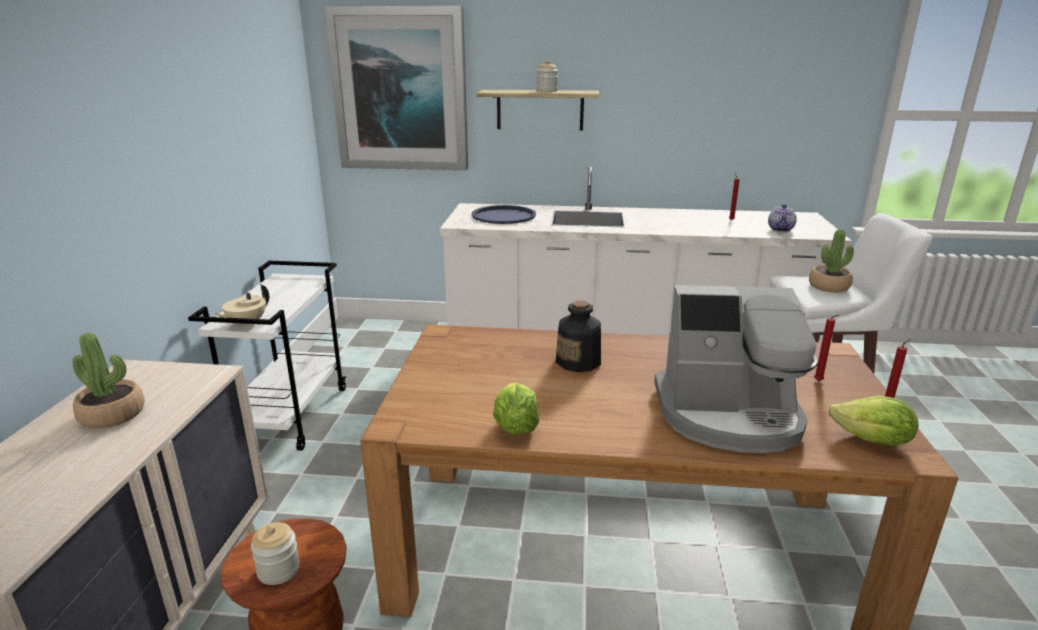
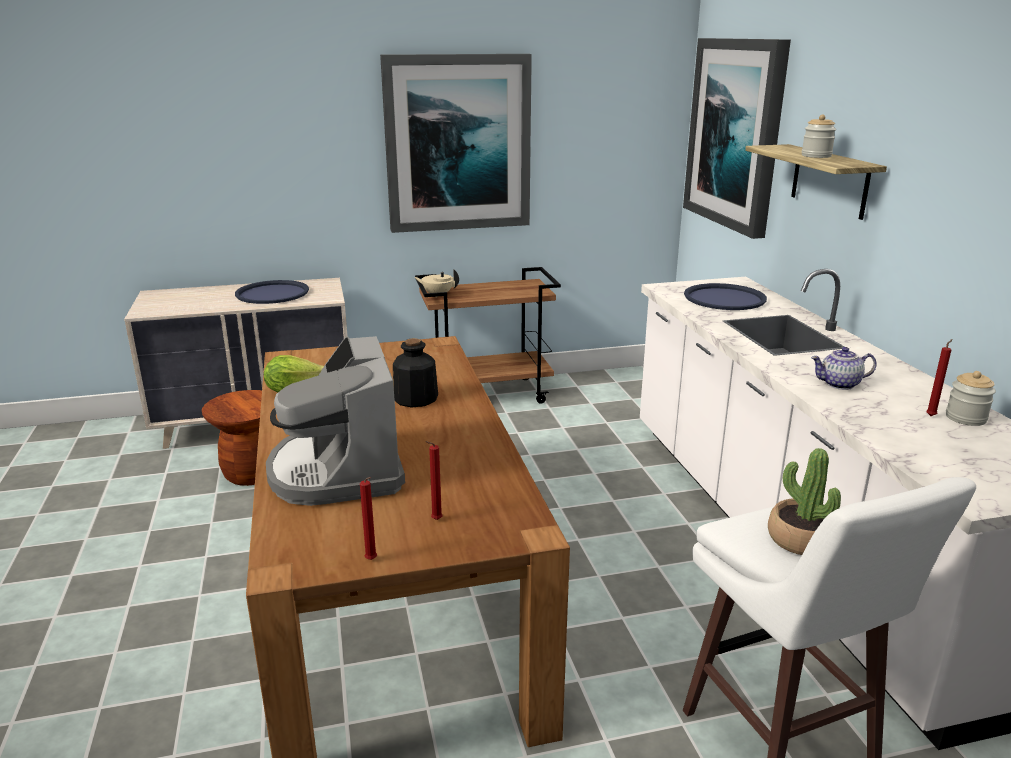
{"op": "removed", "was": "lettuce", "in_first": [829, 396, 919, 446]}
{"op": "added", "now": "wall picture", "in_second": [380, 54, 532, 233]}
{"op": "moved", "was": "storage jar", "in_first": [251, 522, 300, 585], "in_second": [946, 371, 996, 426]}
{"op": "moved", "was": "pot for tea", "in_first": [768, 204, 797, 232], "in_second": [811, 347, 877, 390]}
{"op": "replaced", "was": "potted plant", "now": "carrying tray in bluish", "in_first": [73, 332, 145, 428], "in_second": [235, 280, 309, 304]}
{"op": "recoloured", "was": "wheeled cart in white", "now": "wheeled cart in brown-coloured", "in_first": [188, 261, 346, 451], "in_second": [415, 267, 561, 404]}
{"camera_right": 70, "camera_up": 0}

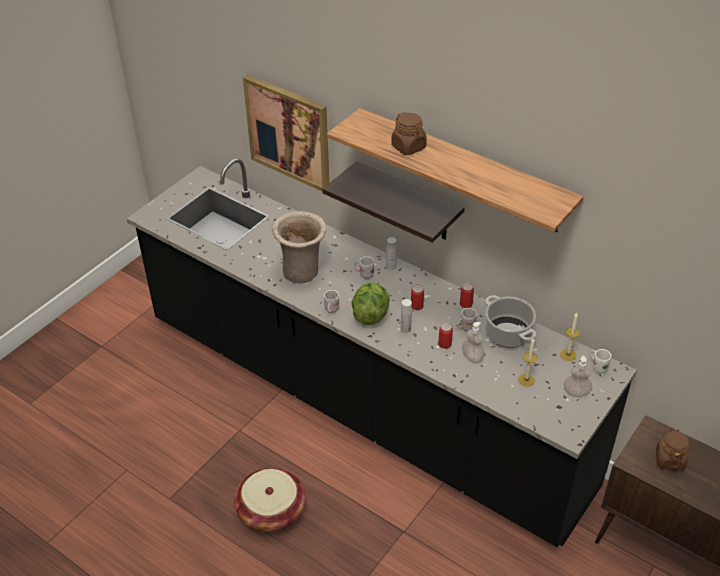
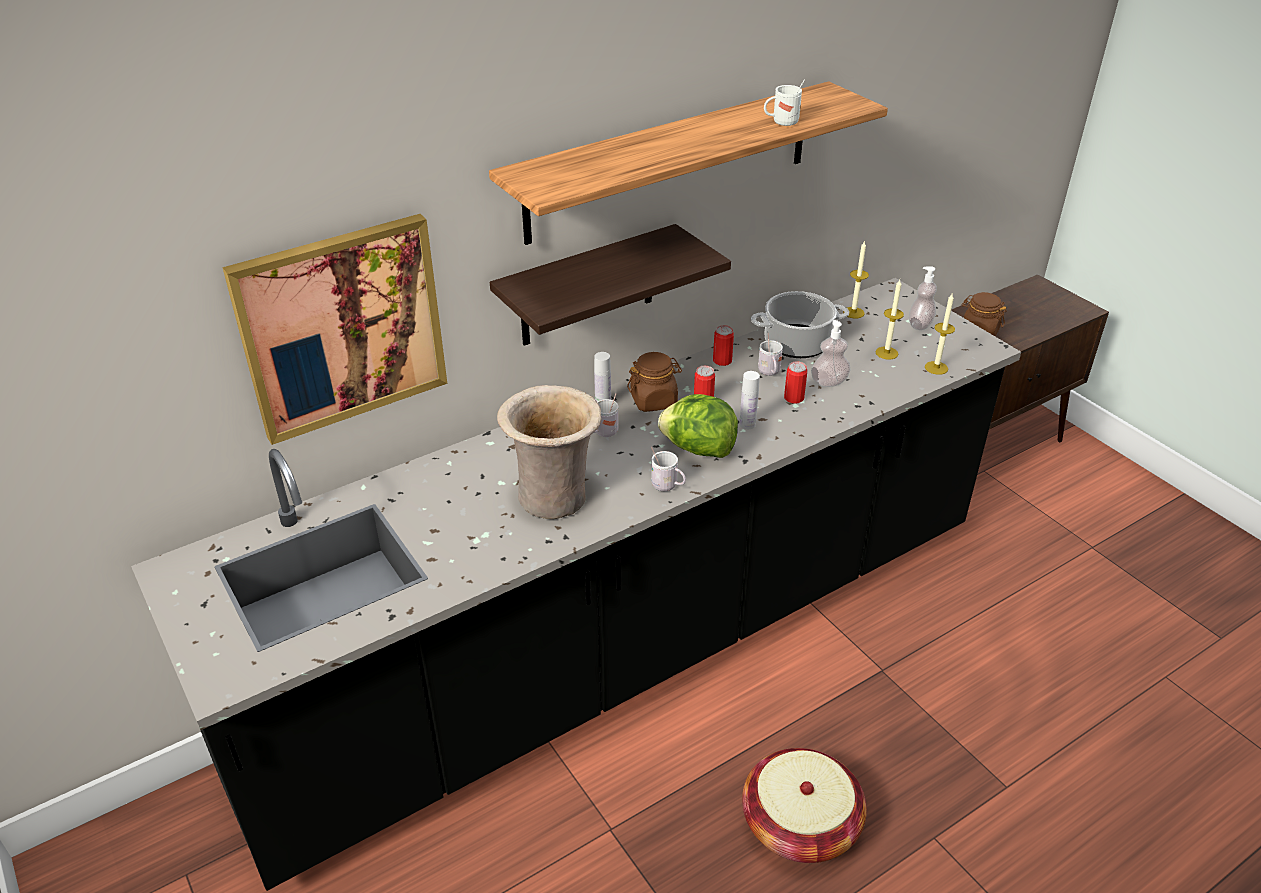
{"op": "added", "now": "candle", "in_second": [925, 294, 955, 375]}
{"op": "moved", "was": "storage jar in brown-coloured", "in_first": [391, 112, 427, 155], "in_second": [627, 352, 682, 412]}
{"op": "moved", "was": "coffee mug in white", "in_first": [591, 349, 611, 373], "in_second": [764, 79, 805, 126]}
{"camera_right": -70, "camera_up": -5}

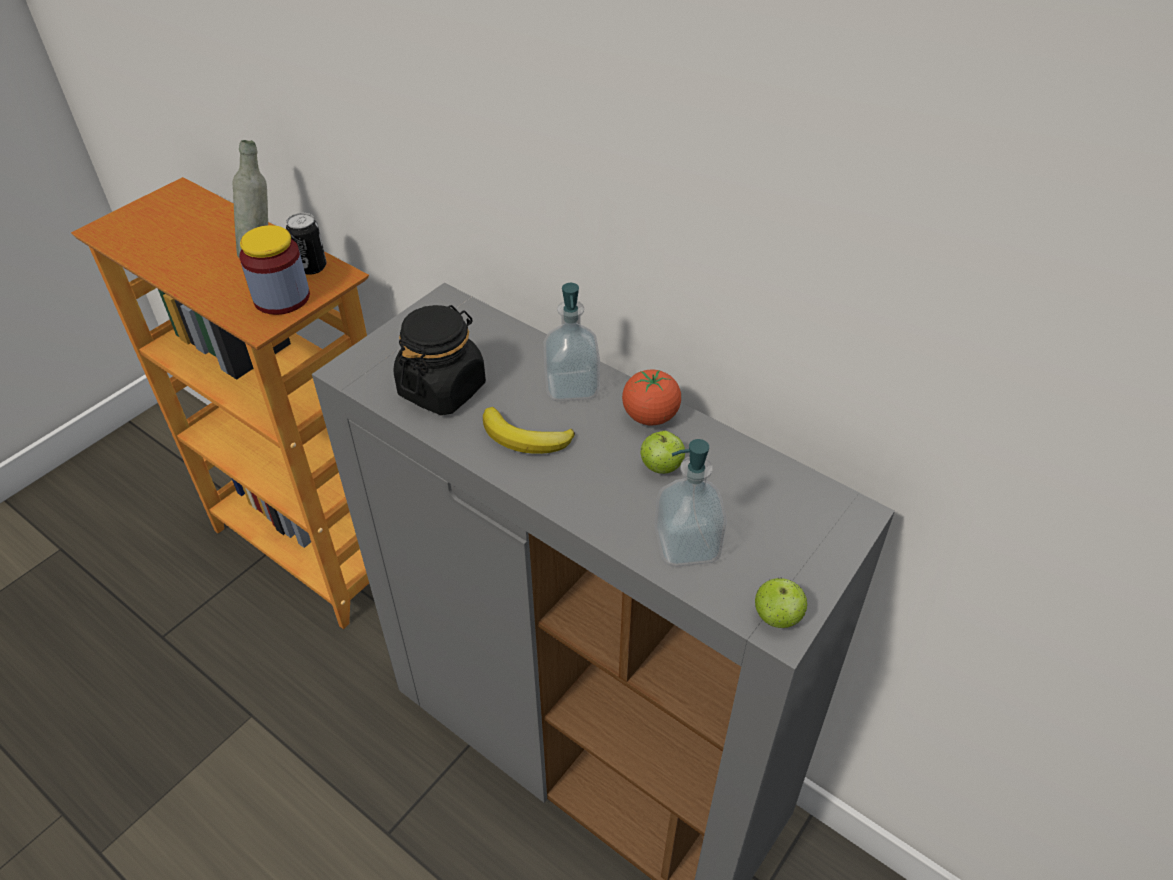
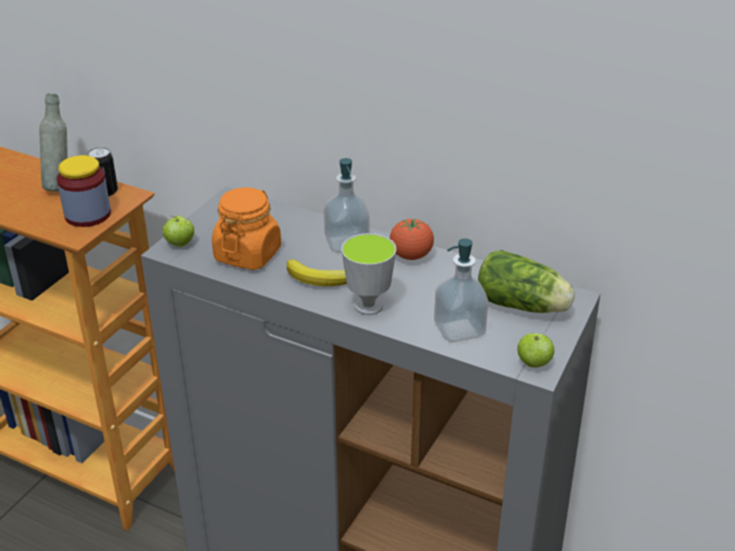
{"op": "added", "now": "cup", "in_second": [341, 233, 396, 315]}
{"op": "added", "now": "lettuce", "in_second": [478, 250, 575, 313]}
{"op": "moved", "was": "apple fruit", "in_first": [641, 431, 685, 474], "in_second": [162, 216, 194, 247]}
{"op": "recoloured", "was": "storage jar in black", "now": "storage jar in orange", "in_first": [394, 305, 486, 415], "in_second": [212, 187, 281, 270]}
{"camera_right": -10, "camera_up": -10}

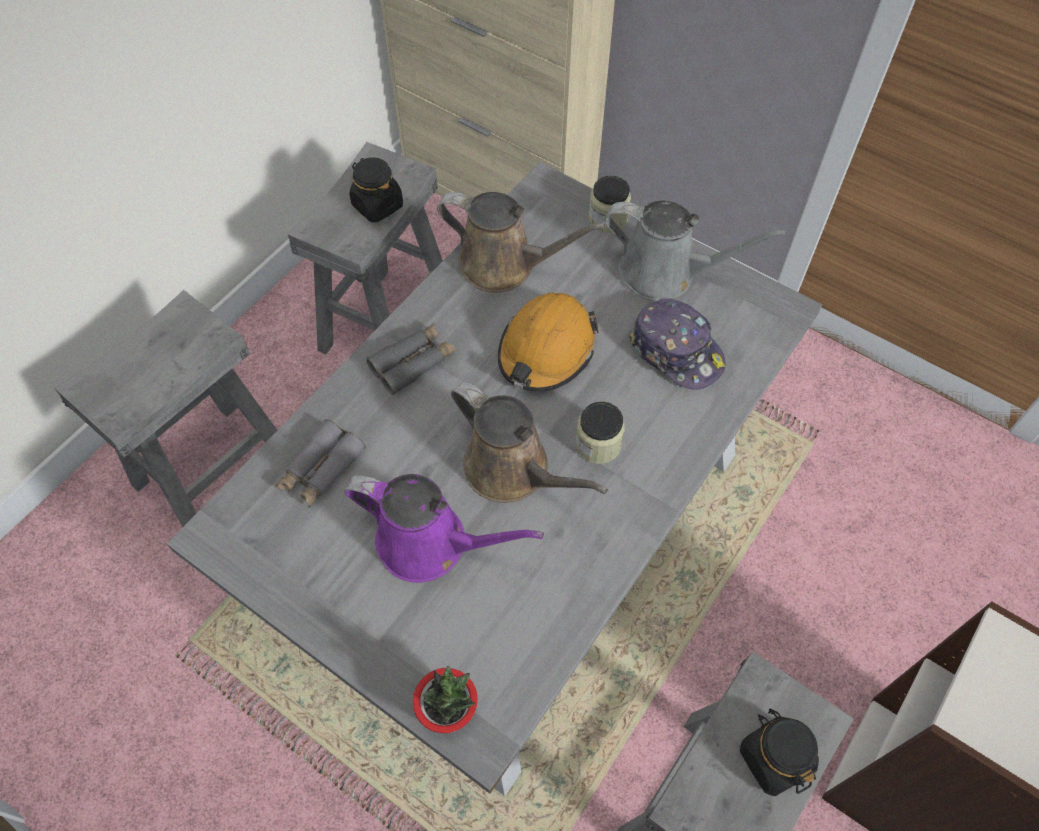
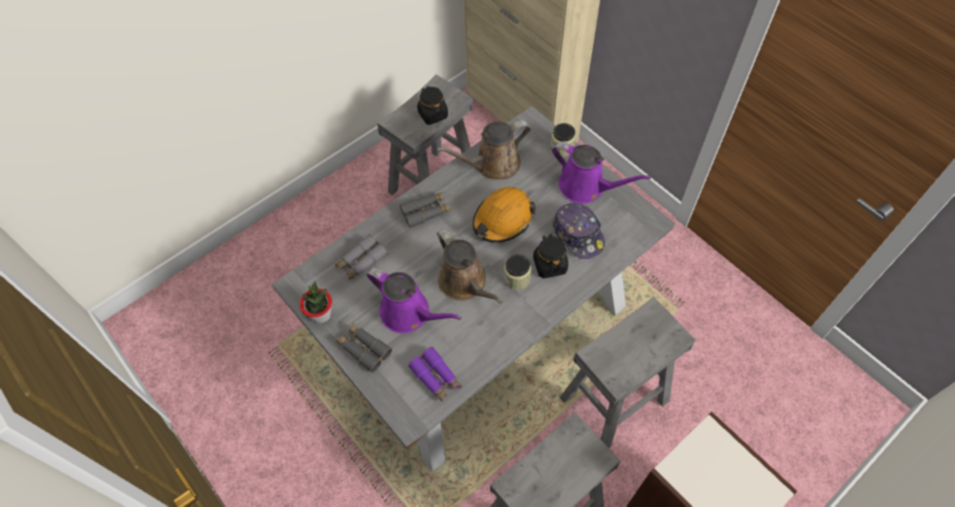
{"op": "added", "now": "pair of binoculars in grey", "in_second": [336, 323, 392, 373]}
{"op": "added", "now": "pair of binoculars in purple-coloured", "in_second": [408, 347, 462, 402]}
{"op": "moved", "was": "stool seat in grey", "in_first": [54, 290, 277, 527], "in_second": [560, 297, 695, 448]}
{"op": "moved", "was": "potted plant", "in_first": [413, 666, 478, 733], "in_second": [300, 282, 332, 323]}
{"op": "moved", "was": "storage jar in black", "in_first": [740, 708, 819, 796], "in_second": [533, 234, 568, 278]}
{"op": "recoloured", "was": "watering can in grey", "now": "watering can in purple-coloured", "in_first": [604, 201, 786, 301], "in_second": [552, 142, 651, 204]}
{"op": "turned", "was": "watering can in brown-coloured", "in_first": [437, 192, 605, 293], "in_second": [436, 120, 530, 179], "clockwise": 120}
{"camera_right": 15, "camera_up": 0}

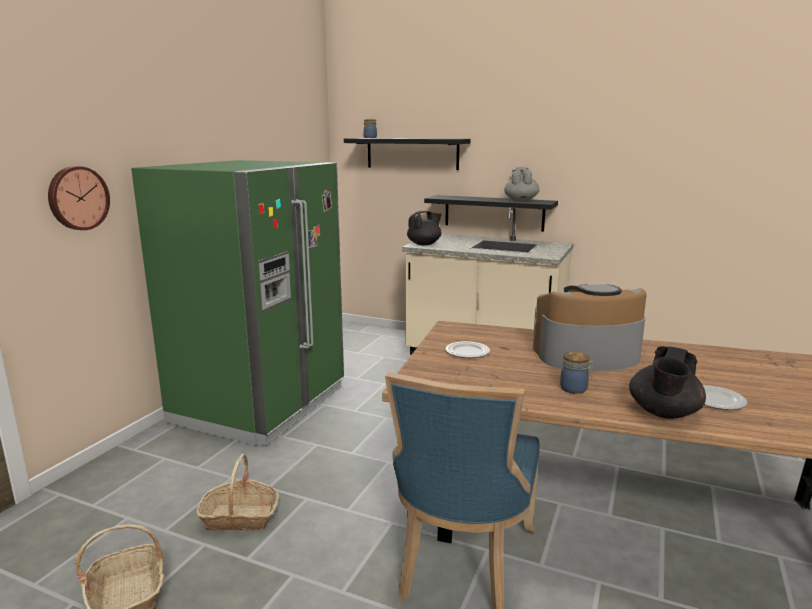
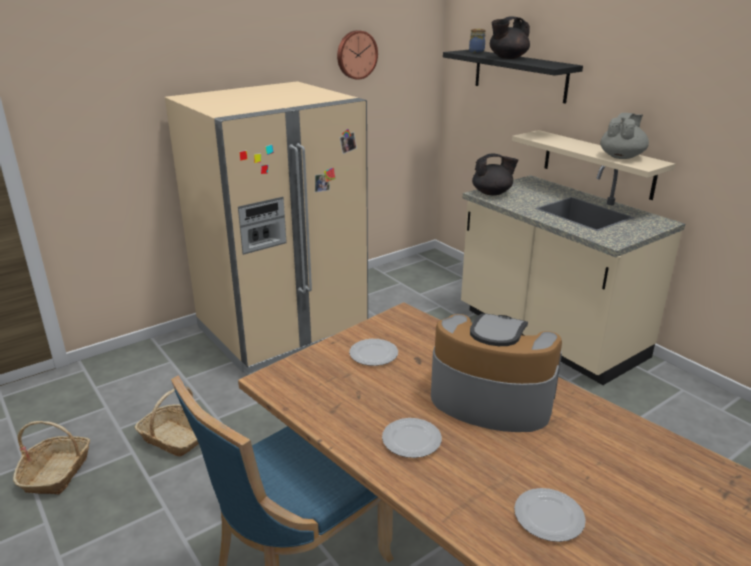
{"op": "moved", "was": "wall clock", "in_first": [48, 166, 110, 230], "in_second": [337, 30, 378, 80]}
{"op": "moved", "was": "pot for tea in black", "in_first": [629, 346, 706, 419], "in_second": [490, 16, 530, 59]}
{"op": "replaced", "was": "storage jar", "now": "flat dish", "in_first": [560, 351, 593, 394], "in_second": [382, 418, 442, 458]}
{"op": "recoloured", "was": "kitchen fridge in green", "now": "kitchen fridge in beige-coloured", "in_first": [131, 160, 344, 446], "in_second": [165, 81, 368, 375]}
{"op": "recoloured", "was": "shelf in black", "now": "shelf in beige-coloured", "in_first": [424, 195, 558, 232], "in_second": [512, 130, 675, 200]}
{"camera_right": 30, "camera_up": 10}

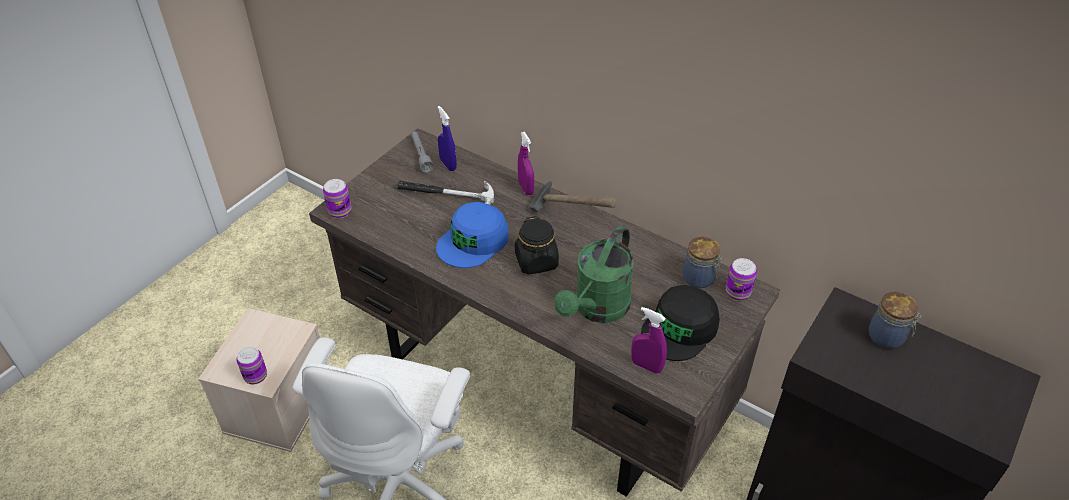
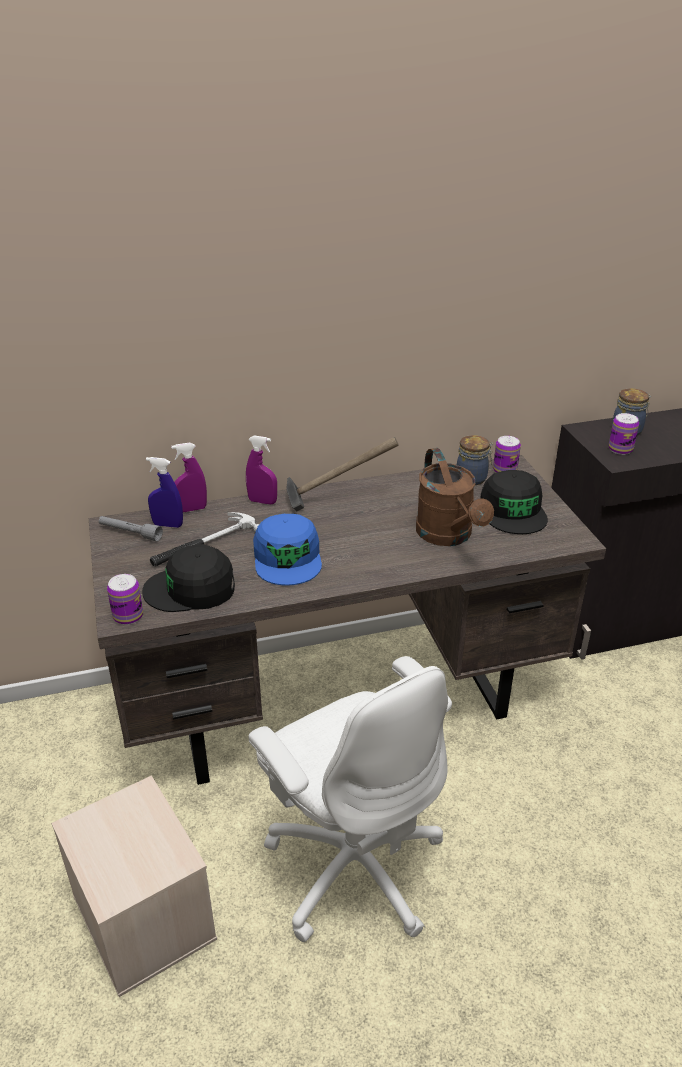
{"op": "removed", "was": "storage jar in black", "in_first": [515, 216, 559, 275]}
{"op": "added", "now": "baseball cap in black", "in_second": [142, 544, 235, 612]}
{"op": "moved", "was": "metal can", "in_first": [236, 347, 267, 384], "in_second": [609, 413, 639, 455]}
{"op": "moved", "was": "sprayer in purple-coloured", "in_first": [631, 307, 667, 374], "in_second": [171, 443, 207, 512]}
{"op": "recoloured", "was": "watering can in green", "now": "watering can in brown-coloured", "in_first": [554, 226, 634, 323], "in_second": [416, 448, 494, 546]}
{"camera_right": -50, "camera_up": -10}

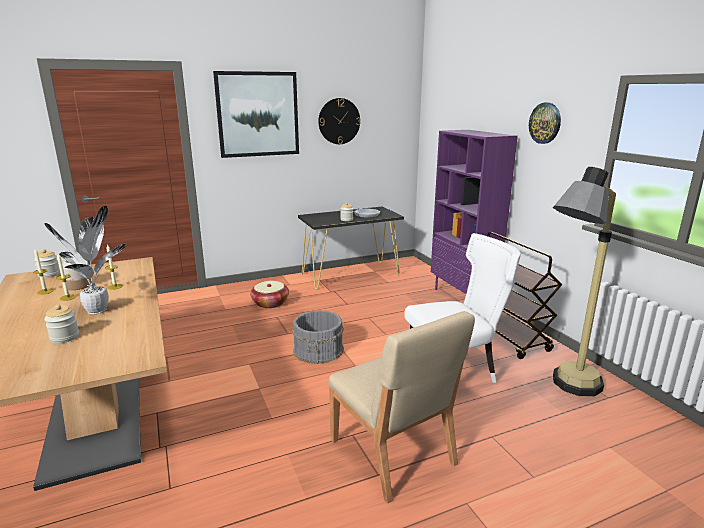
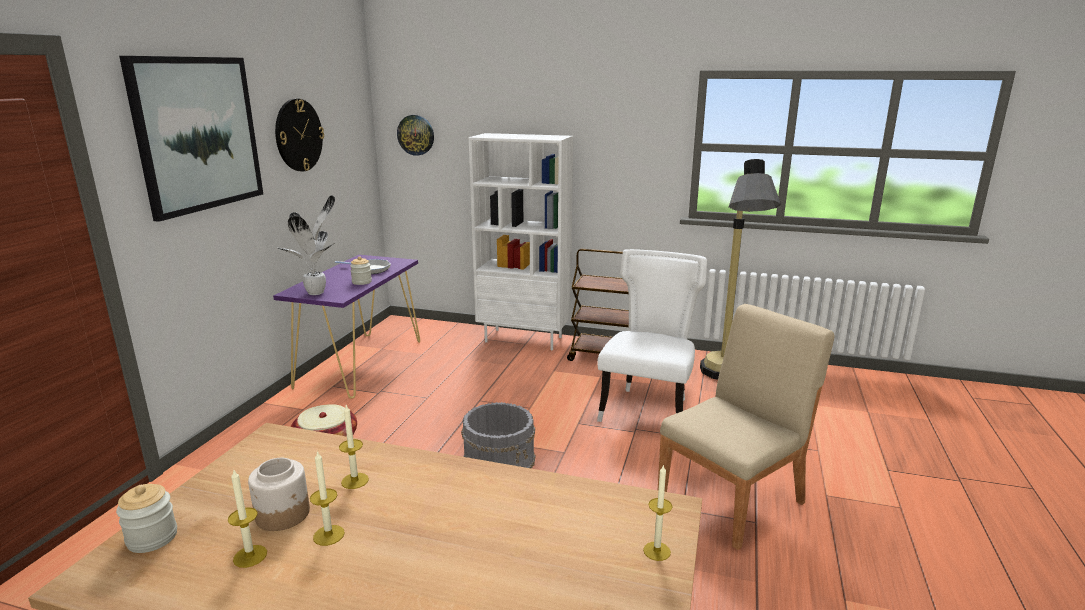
{"op": "removed", "was": "storage jar", "in_first": [44, 305, 79, 343]}
{"op": "added", "now": "candle", "in_second": [643, 464, 672, 561]}
{"op": "moved", "was": "potted plant", "in_first": [45, 206, 126, 314], "in_second": [279, 195, 335, 295]}
{"op": "moved", "was": "wall clock", "in_first": [529, 103, 561, 144], "in_second": [397, 115, 434, 156]}
{"op": "recoloured", "was": "narrow table in black", "now": "narrow table in purple-coloured", "in_first": [298, 206, 404, 289], "in_second": [273, 255, 420, 399]}
{"op": "recoloured", "was": "bookcase in purple-coloured", "now": "bookcase in white", "in_first": [431, 130, 518, 294], "in_second": [468, 133, 573, 350]}
{"op": "turned", "was": "chair in beige-coloured", "in_first": [328, 311, 475, 504], "in_second": [658, 304, 834, 550], "clockwise": -45}
{"camera_right": -50, "camera_up": 0}

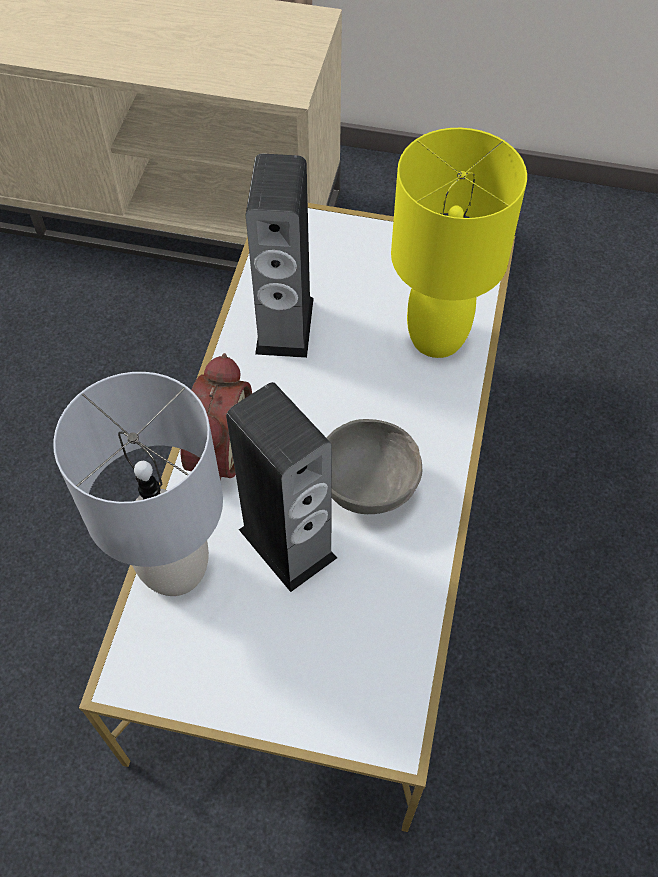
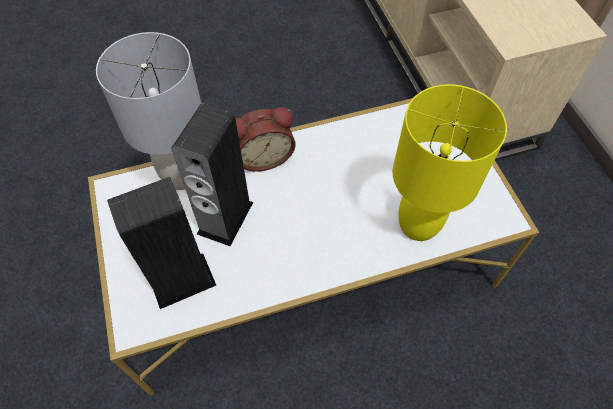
{"op": "removed", "was": "serving bowl in grey", "in_first": [327, 419, 422, 514]}
{"op": "moved", "was": "loudspeaker", "in_first": [246, 154, 314, 358], "in_second": [107, 177, 216, 309]}
{"camera_right": 60, "camera_up": 0}

